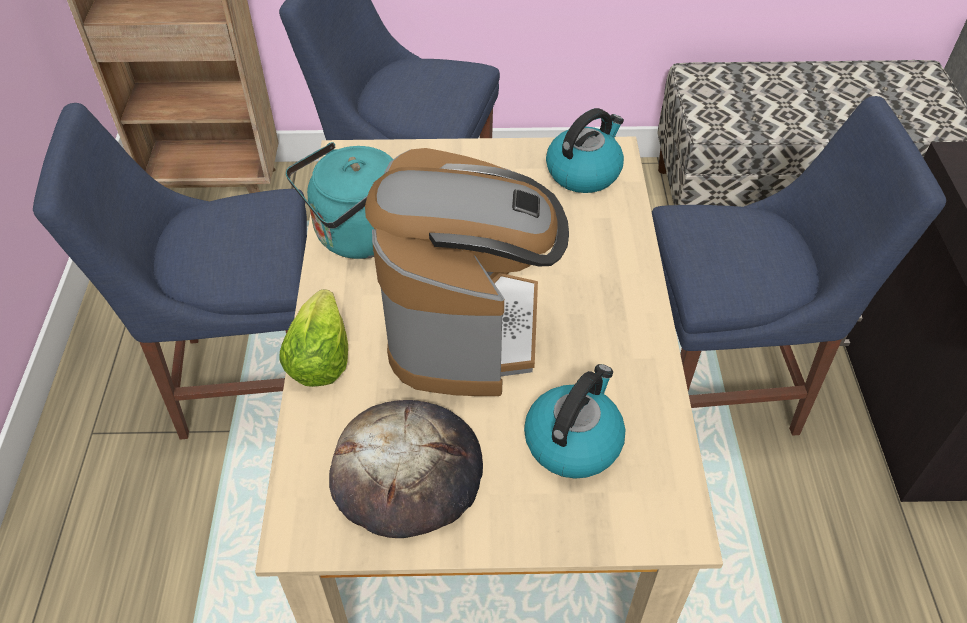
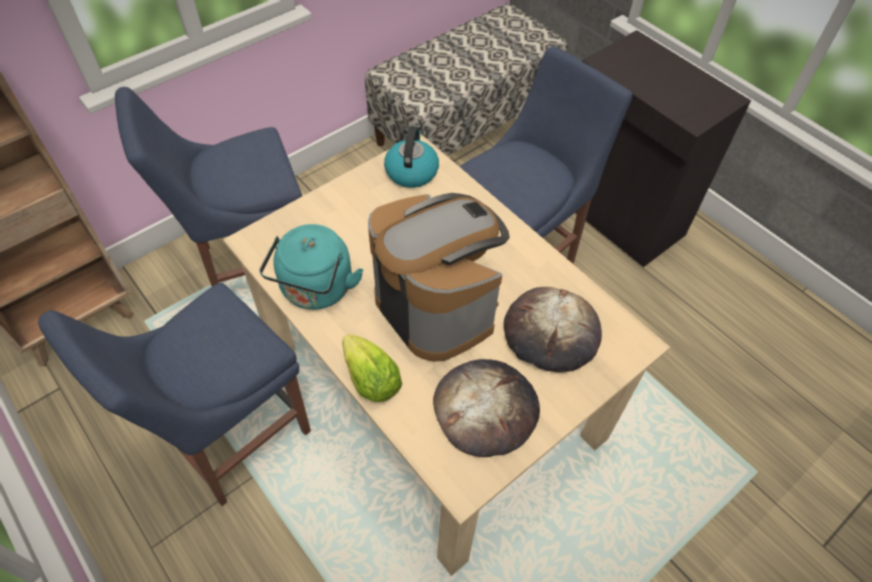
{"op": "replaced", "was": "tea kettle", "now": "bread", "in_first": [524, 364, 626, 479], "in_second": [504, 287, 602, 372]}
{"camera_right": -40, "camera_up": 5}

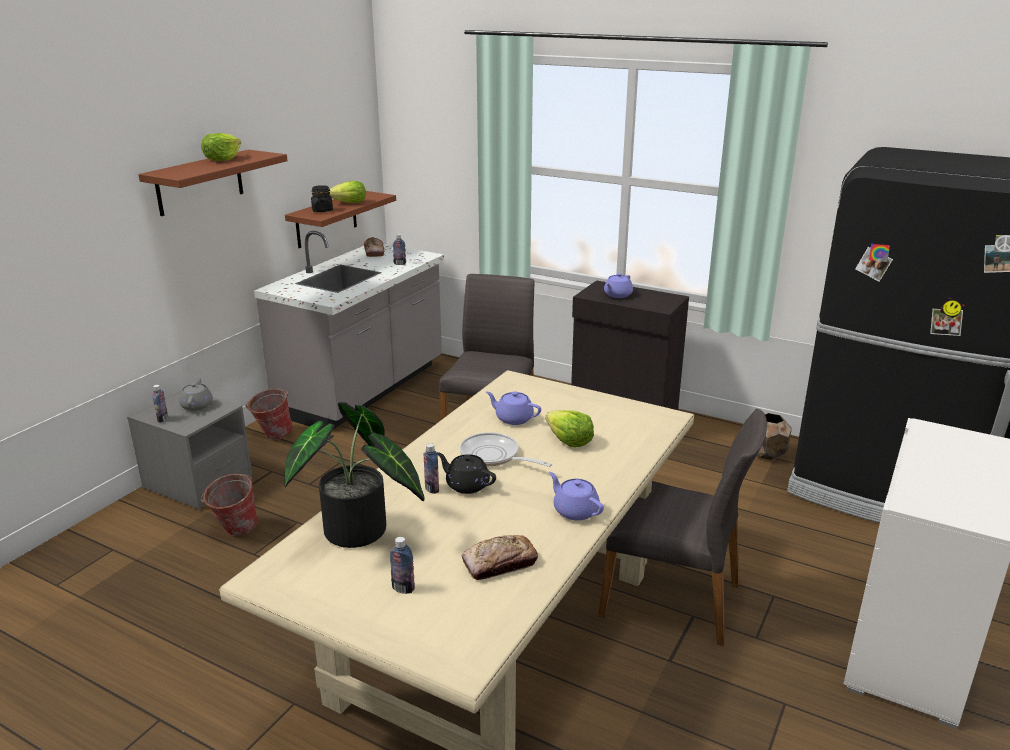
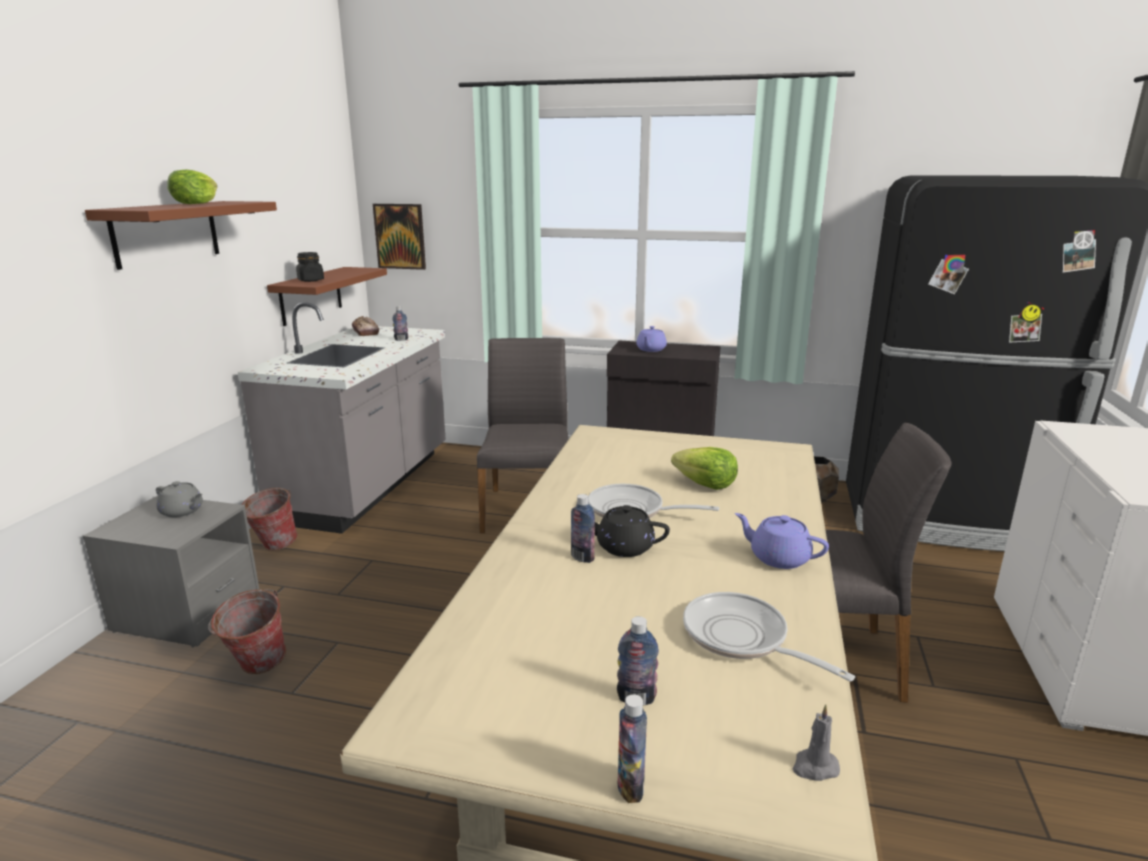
{"op": "removed", "was": "potted plant", "in_first": [284, 402, 425, 548]}
{"op": "removed", "was": "lettuce", "in_first": [330, 181, 366, 203]}
{"op": "removed", "was": "pot for tea in purple-coloured", "in_first": [486, 391, 541, 425]}
{"op": "added", "now": "wall picture", "in_second": [373, 204, 426, 270]}
{"op": "added", "now": "candle in grey", "in_second": [792, 704, 840, 781]}
{"op": "moved", "was": "bottle", "in_first": [152, 385, 168, 423], "in_second": [618, 694, 647, 803]}
{"op": "replaced", "was": "bread", "now": "frying pan", "in_first": [461, 535, 538, 580], "in_second": [683, 592, 855, 682]}
{"op": "turned", "was": "pot for tea in grey", "in_first": [179, 377, 213, 411], "in_second": [156, 481, 203, 518], "clockwise": 135}
{"camera_right": -15, "camera_up": -5}

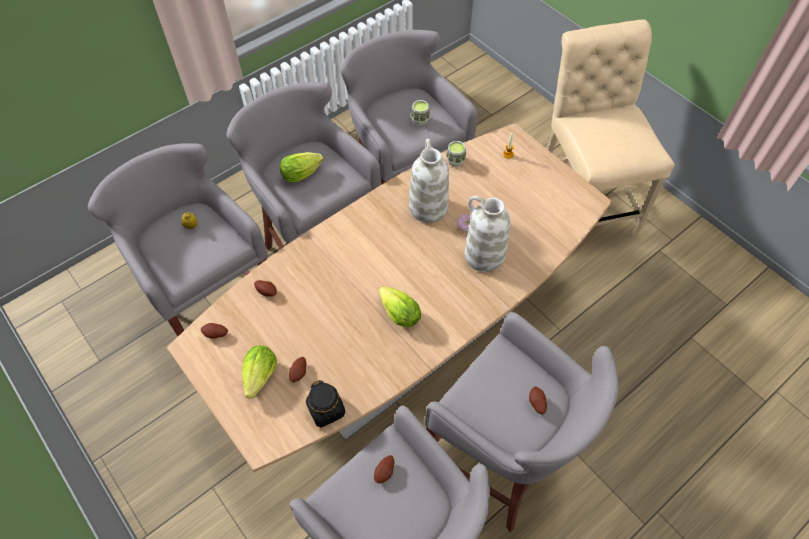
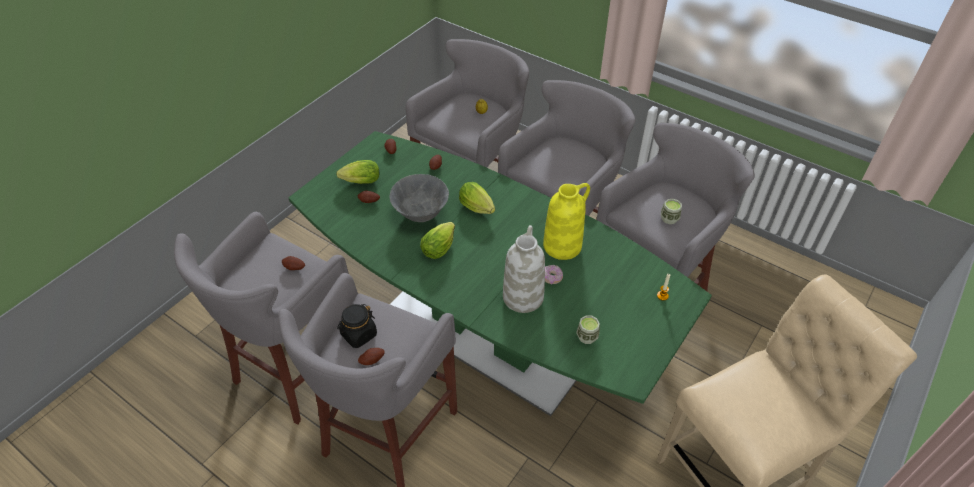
{"op": "added", "now": "serving bowl in grey", "in_second": [389, 174, 449, 222]}
{"op": "moved", "was": "lettuce", "in_first": [280, 152, 324, 183], "in_second": [459, 182, 495, 214]}
{"op": "moved", "was": "storage jar in black", "in_first": [306, 380, 345, 427], "in_second": [337, 304, 377, 348]}
{"op": "moved", "was": "cup", "in_first": [446, 141, 466, 167], "in_second": [576, 315, 600, 344]}
{"op": "recoloured", "was": "dining table in brown-coloured", "now": "dining table in green", "in_first": [167, 123, 612, 472], "in_second": [288, 131, 712, 416]}
{"op": "recoloured", "was": "decorative vase in white", "now": "decorative vase in yellow", "in_first": [409, 139, 449, 223], "in_second": [543, 183, 590, 260]}
{"camera_right": 75, "camera_up": -10}

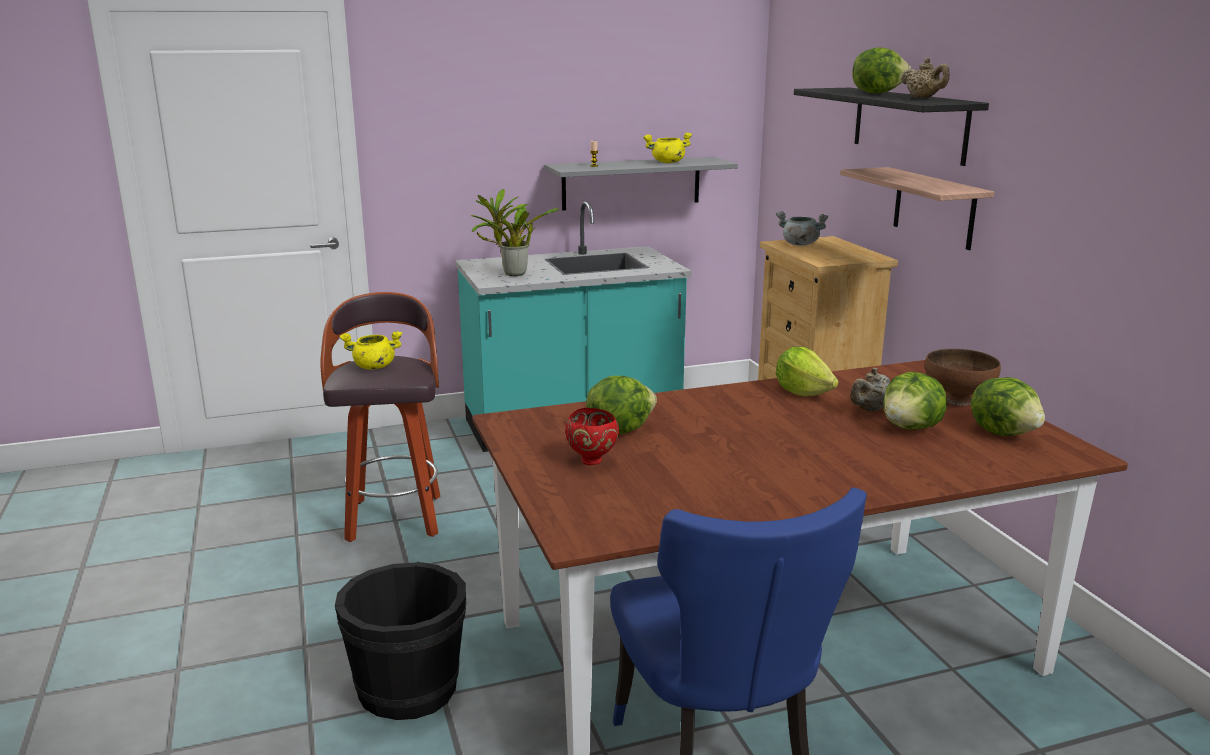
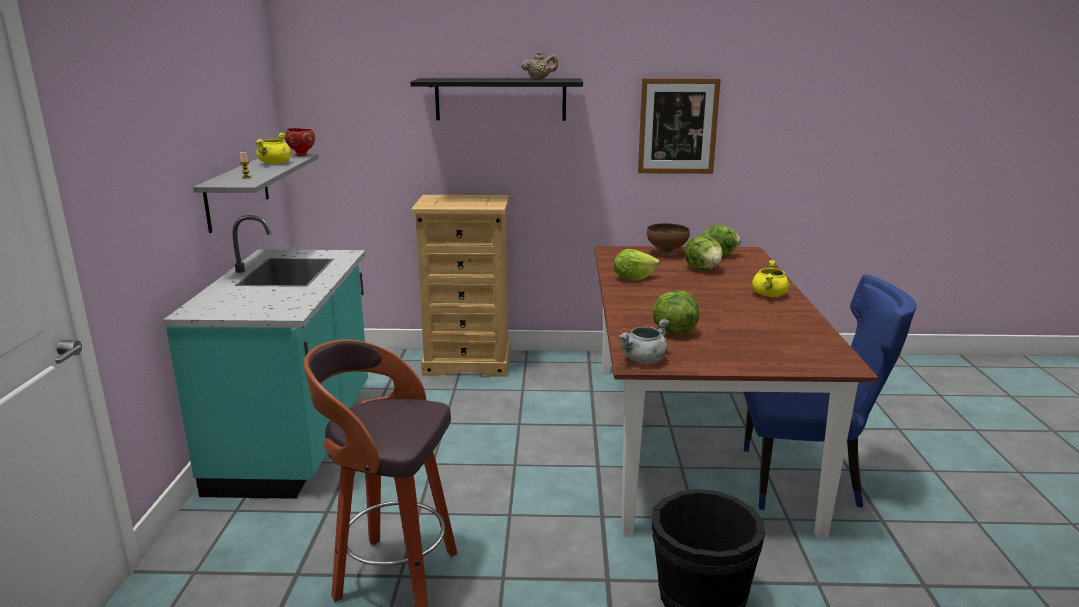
{"op": "removed", "was": "potted plant", "in_first": [471, 189, 559, 276]}
{"op": "removed", "was": "shelf", "in_first": [840, 167, 994, 250]}
{"op": "removed", "was": "pot for tea in beige-coloured", "in_first": [850, 368, 890, 411]}
{"op": "removed", "was": "lettuce", "in_first": [852, 47, 911, 94]}
{"op": "added", "now": "wall picture", "in_second": [638, 78, 721, 174]}
{"op": "moved", "was": "stockpot in yellow", "in_first": [339, 331, 402, 370], "in_second": [752, 260, 789, 297]}
{"op": "moved", "was": "serving bowl in reddish", "in_first": [565, 408, 619, 465], "in_second": [285, 128, 315, 156]}
{"op": "moved", "was": "stockpot in grey", "in_first": [776, 211, 829, 246], "in_second": [618, 318, 669, 364]}
{"camera_right": -70, "camera_up": 0}

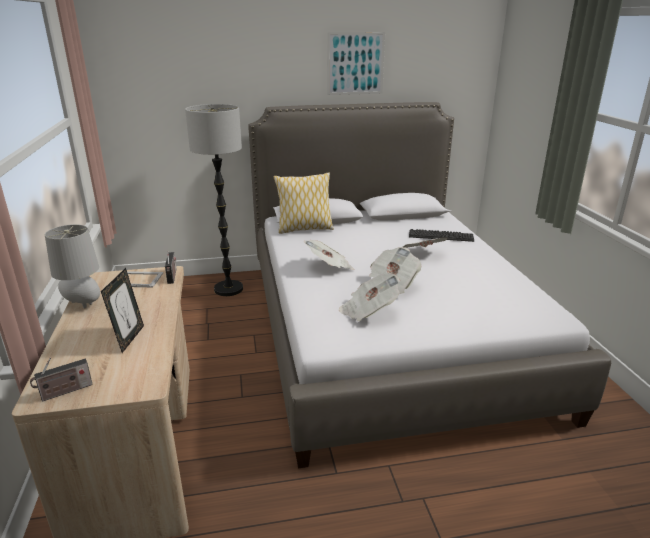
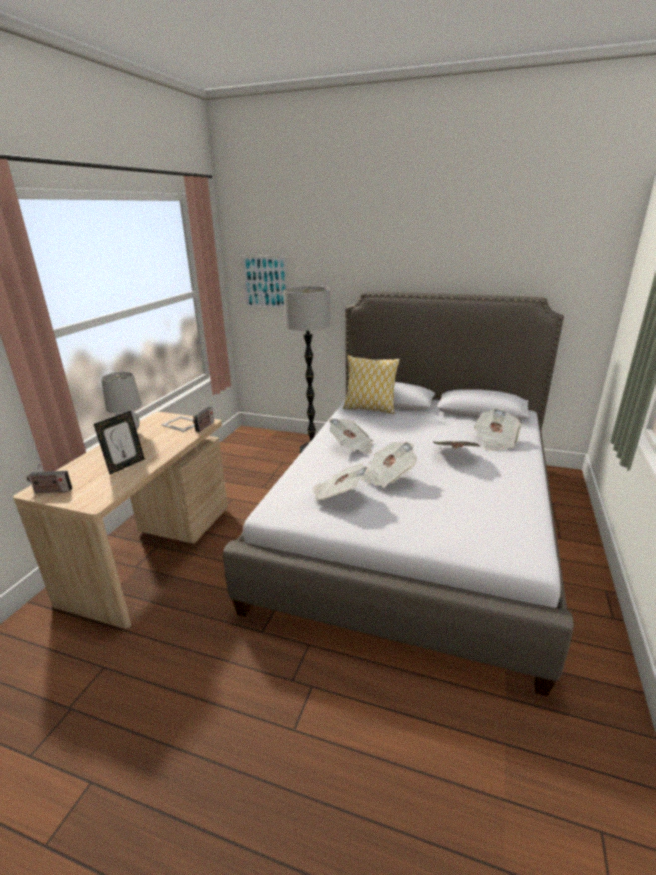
{"op": "moved", "was": "wall picture", "in_first": [327, 32, 385, 95], "in_second": [240, 256, 289, 309]}
{"op": "replaced", "was": "computer keyboard", "now": "printed paper", "in_first": [409, 229, 474, 242], "in_second": [474, 408, 522, 451]}
{"camera_right": 30, "camera_up": 0}

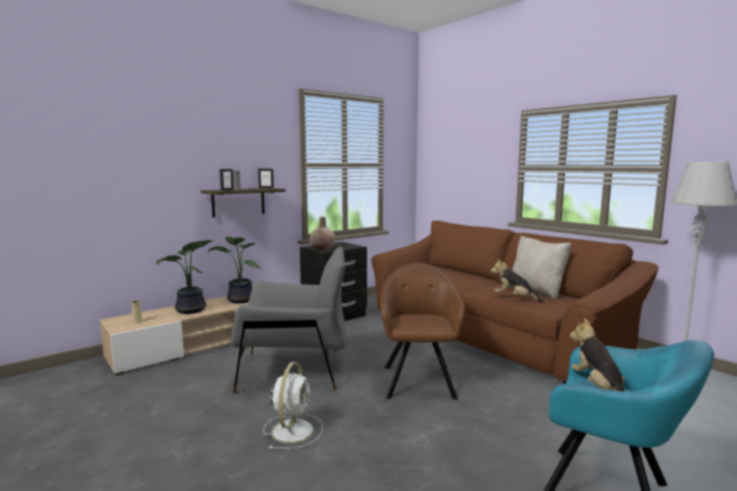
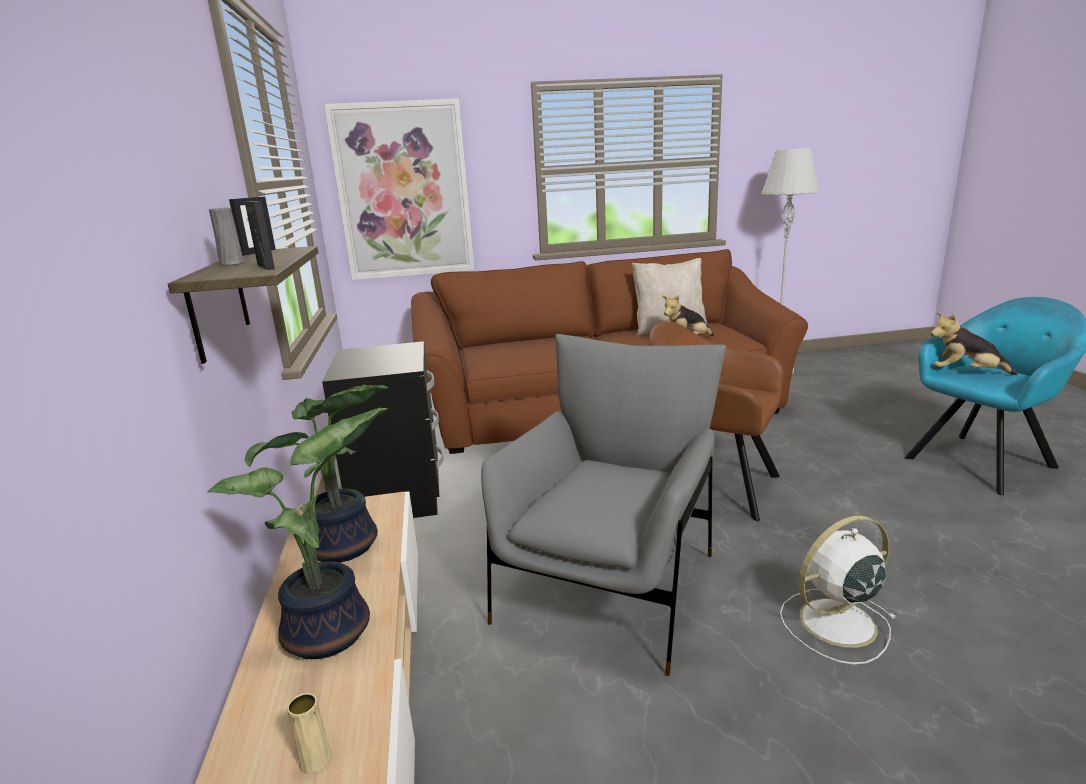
{"op": "removed", "was": "decorative vase in beige-coloured", "in_first": [310, 217, 336, 250]}
{"op": "added", "now": "wall picture", "in_second": [324, 98, 475, 280]}
{"op": "turned", "was": "cooling fan in white", "in_first": [263, 362, 323, 449], "in_second": [780, 515, 897, 664], "clockwise": -60}
{"camera_right": -60, "camera_up": 10}

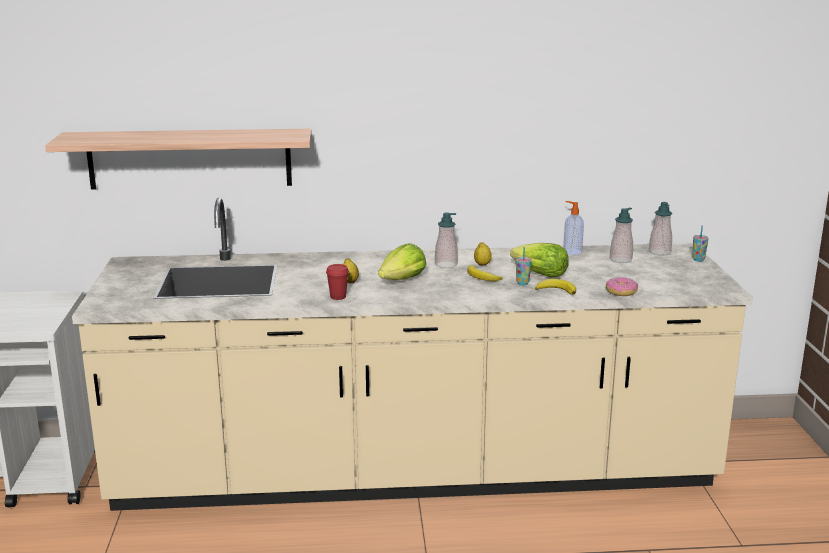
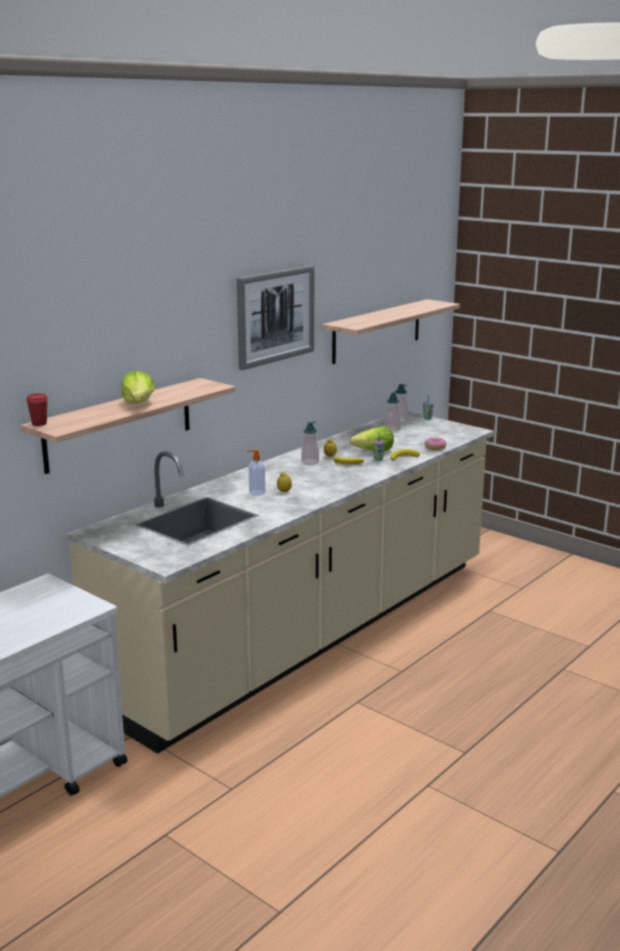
{"op": "added", "now": "wall picture", "in_second": [237, 266, 314, 370]}
{"op": "added", "now": "shelf", "in_second": [322, 299, 460, 364]}
{"op": "moved", "was": "cup in reddish", "in_first": [326, 264, 349, 300], "in_second": [26, 393, 48, 426]}
{"op": "moved", "was": "lettuce", "in_first": [378, 243, 426, 280], "in_second": [121, 371, 155, 404]}
{"op": "moved", "was": "soap dispenser", "in_first": [563, 201, 584, 255], "in_second": [247, 449, 266, 496]}
{"camera_right": -45, "camera_up": 0}

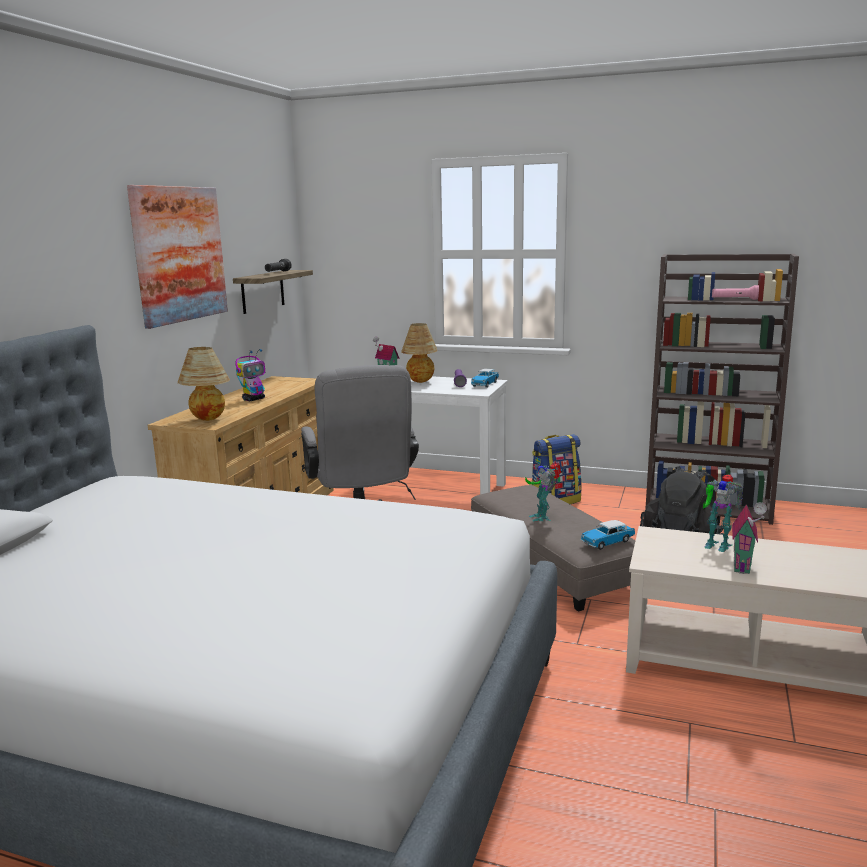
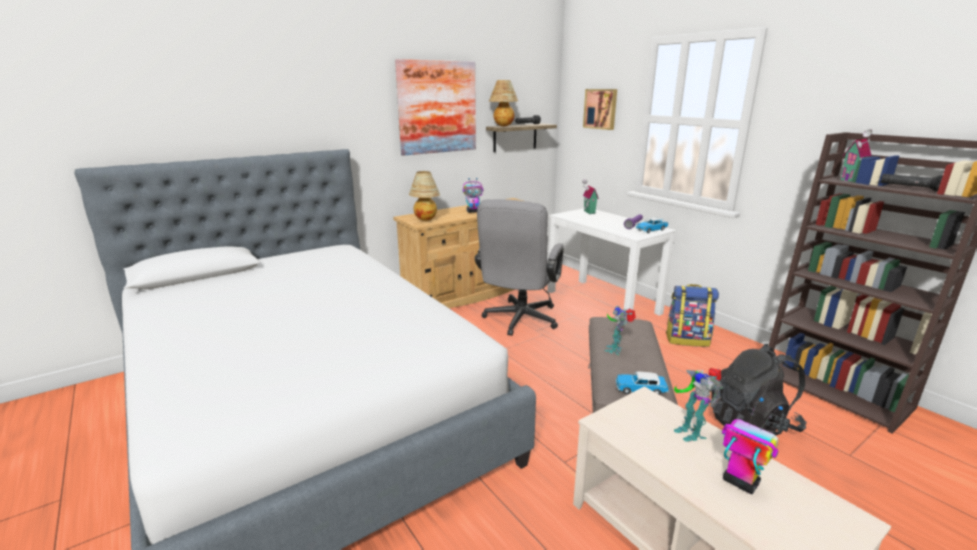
{"op": "added", "now": "wall picture", "in_second": [583, 89, 617, 130]}
{"op": "added", "now": "toy robot", "in_second": [722, 398, 783, 494]}
{"op": "moved", "was": "tabletop lamp", "in_first": [401, 323, 437, 383], "in_second": [489, 80, 518, 126]}
{"op": "moved", "was": "model house", "in_first": [732, 502, 767, 574], "in_second": [841, 129, 872, 182]}
{"op": "recoloured", "was": "flashlight in pink-coloured", "now": "flashlight in black", "in_first": [712, 285, 759, 300], "in_second": [880, 174, 943, 192]}
{"camera_right": 35, "camera_up": 5}

